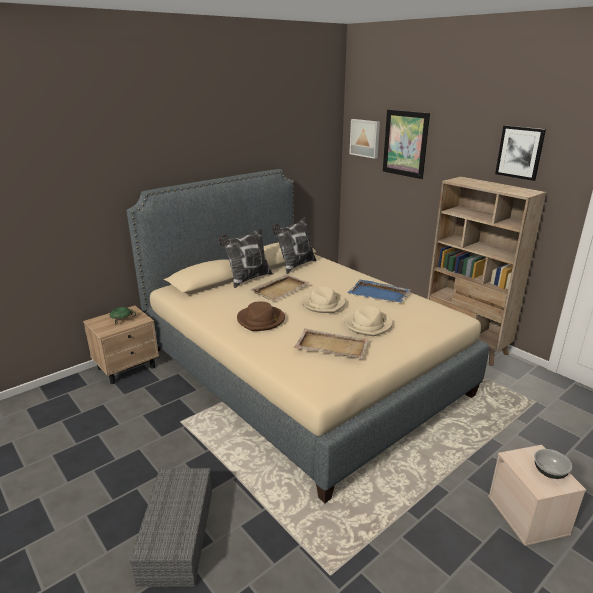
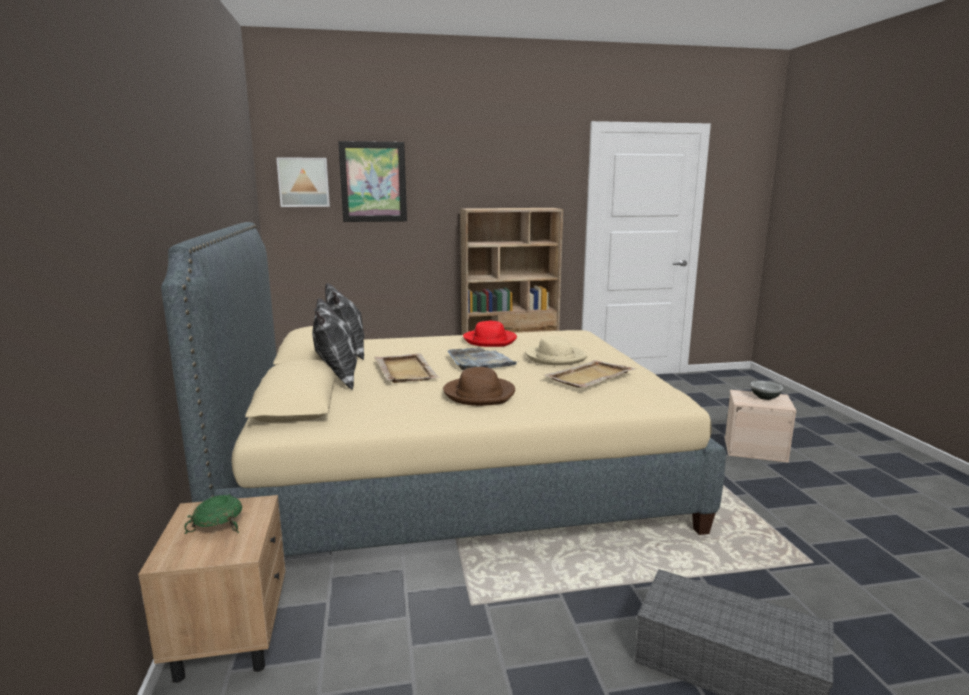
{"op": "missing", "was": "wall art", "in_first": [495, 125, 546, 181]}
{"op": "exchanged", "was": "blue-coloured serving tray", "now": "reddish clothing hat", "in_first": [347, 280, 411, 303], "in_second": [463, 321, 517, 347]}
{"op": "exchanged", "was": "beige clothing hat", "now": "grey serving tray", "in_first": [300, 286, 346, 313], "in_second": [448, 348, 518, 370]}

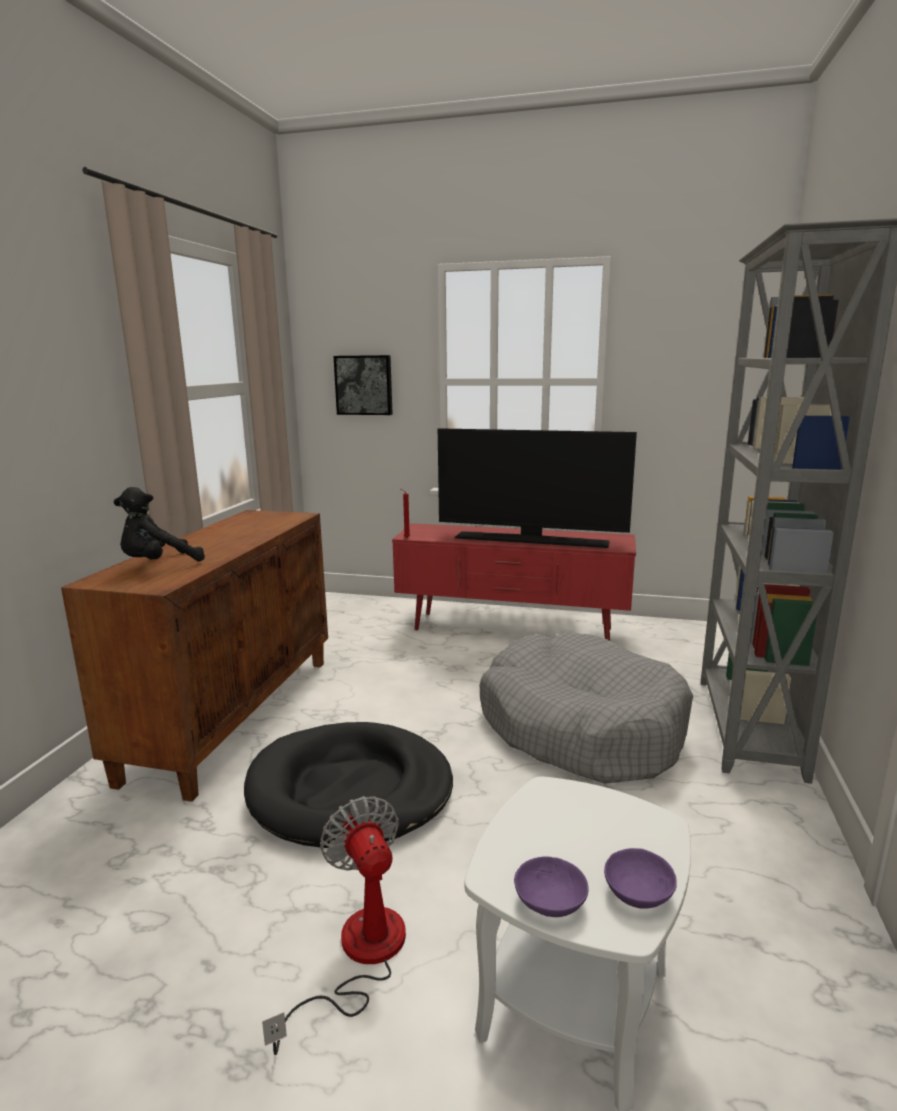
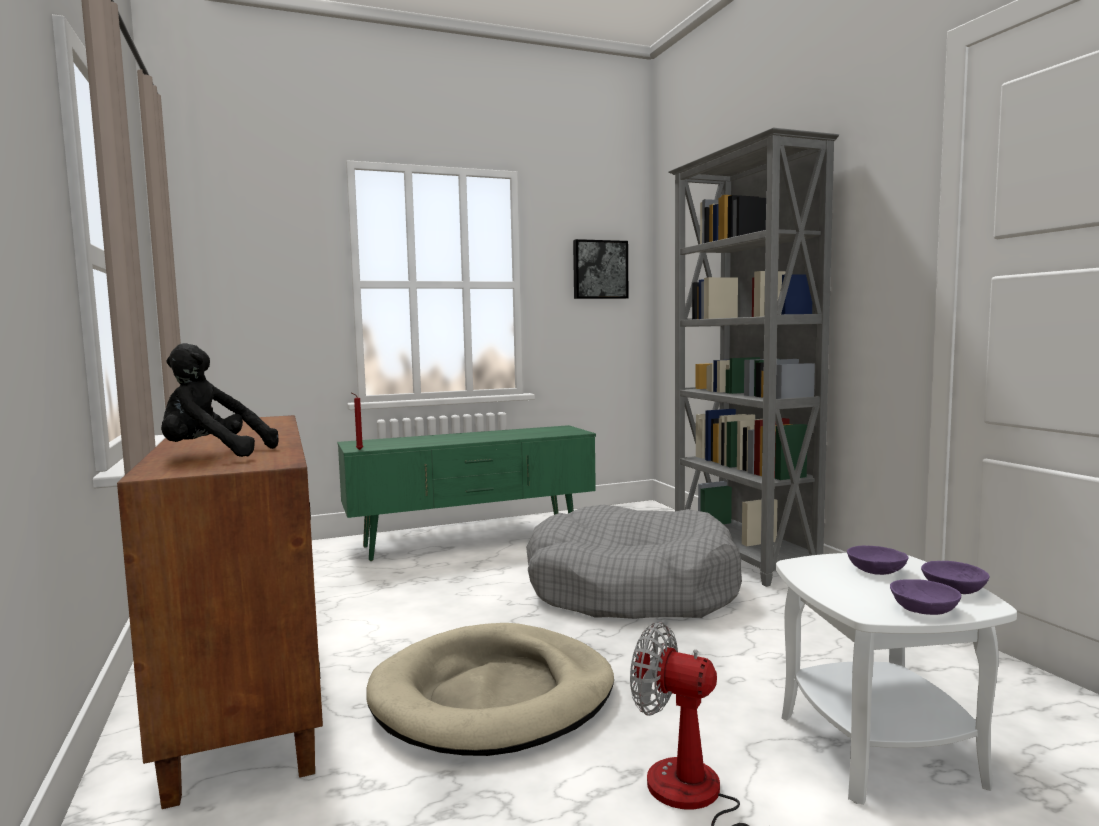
{"op": "relocated", "was": "wall art", "in_first": [333, 355, 393, 415], "in_second": [573, 239, 628, 299]}
{"op": "missing", "was": "TV", "in_first": [438, 428, 637, 548]}
{"op": "spun", "was": "black plush toy", "in_first": [114, 487, 205, 561], "in_second": [161, 343, 279, 457], "clockwise": 75}
{"op": "colour", "was": "reddish tv unit", "now": "green tv unit", "in_first": [392, 523, 636, 641], "in_second": [337, 425, 596, 561]}
{"op": "colour", "was": "black dog bed", "now": "beige dog bed", "in_first": [244, 722, 453, 848], "in_second": [367, 623, 614, 756]}
{"op": "appeared", "now": "purple bowl", "in_second": [847, 546, 908, 575]}

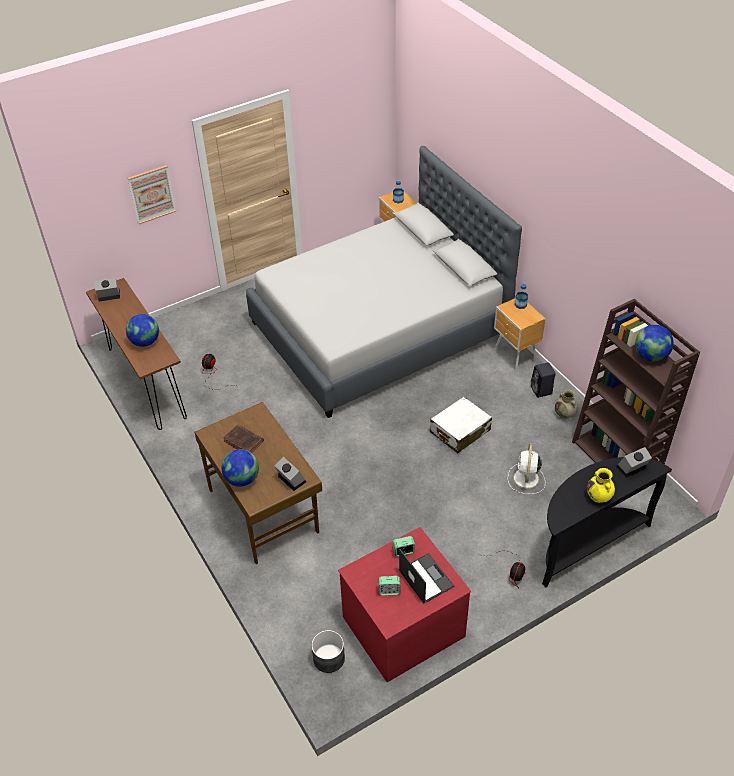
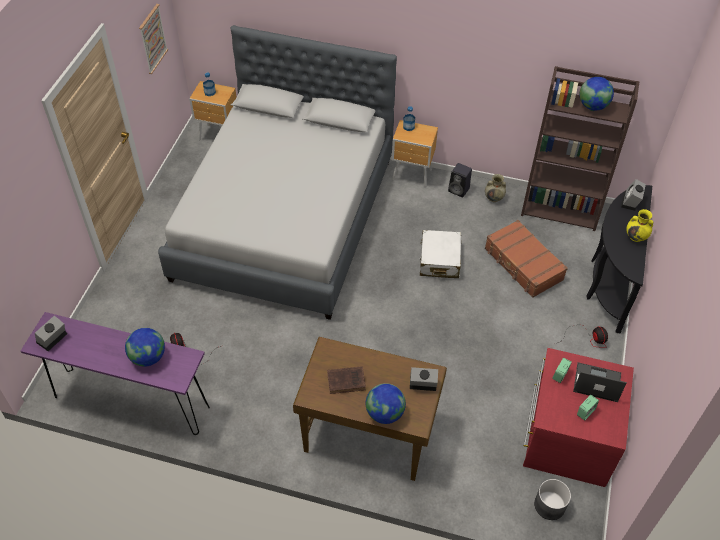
{"op": "relocated", "was": "wall art", "in_first": [128, 165, 176, 224], "in_second": [139, 4, 168, 74]}
{"op": "colour", "was": "brownish console table", "now": "purple console table", "in_first": [86, 278, 187, 430], "in_second": [21, 312, 210, 435]}
{"op": "exchanged", "was": "whitish fan", "now": "brownish travel case", "in_first": [508, 443, 545, 494], "in_second": [485, 220, 568, 298]}

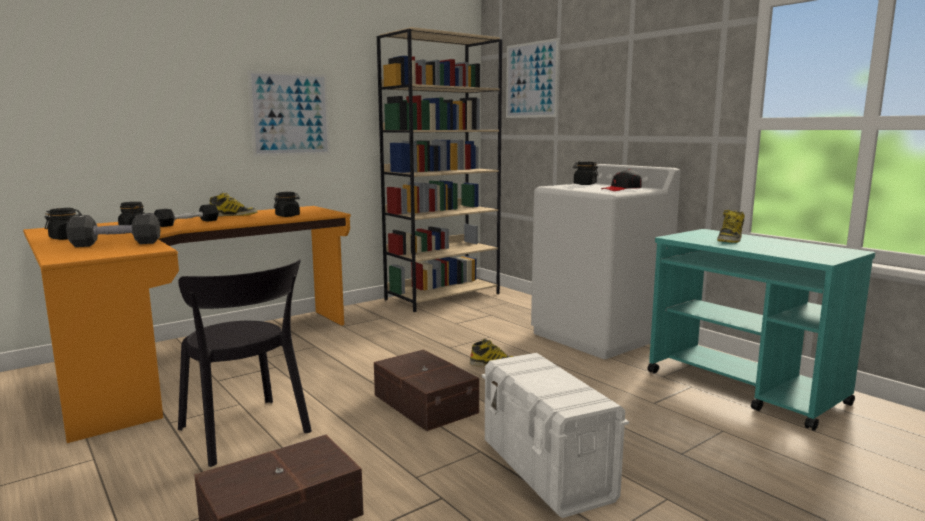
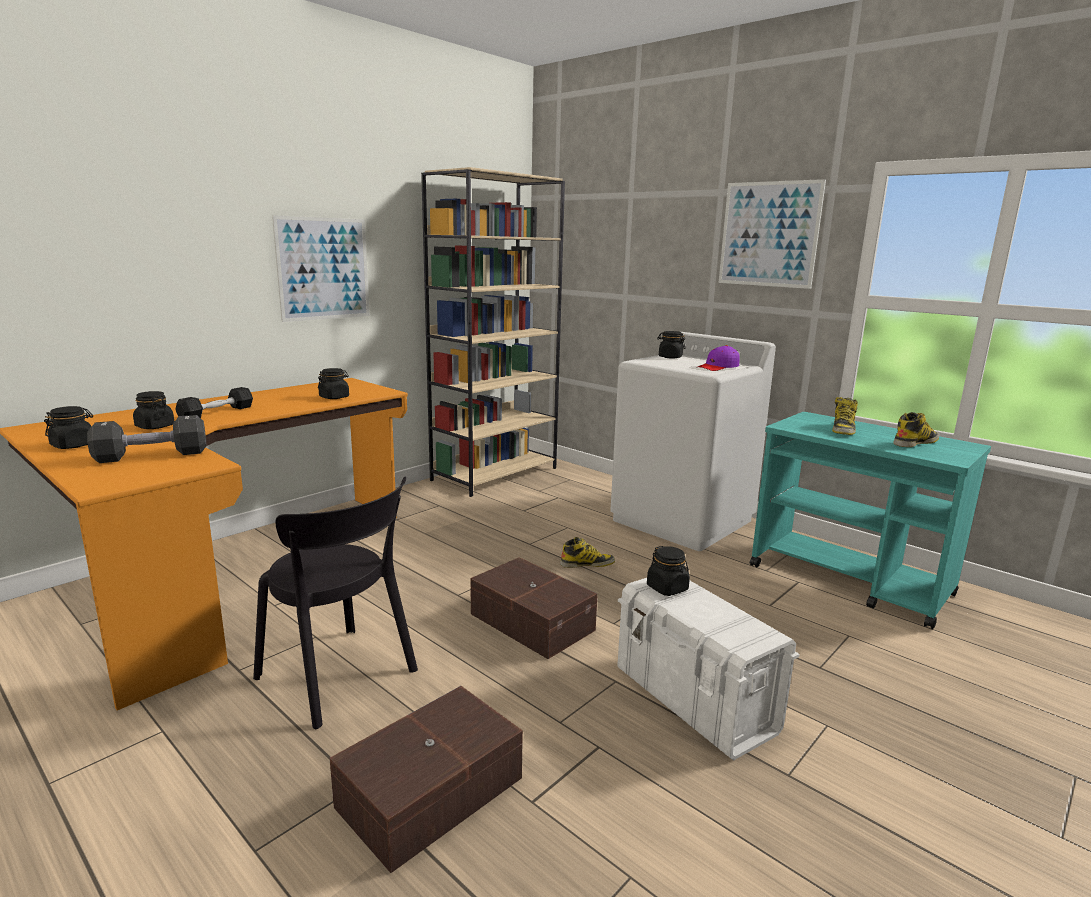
{"op": "relocated", "was": "wall art", "in_first": [506, 38, 559, 118], "in_second": [719, 179, 826, 289]}
{"op": "colour", "was": "black baseball cap", "now": "purple baseball cap", "in_first": [601, 169, 642, 191], "in_second": [698, 345, 740, 371]}
{"op": "relocated", "was": "high-top boot", "in_first": [210, 193, 258, 217], "in_second": [893, 412, 939, 447]}
{"op": "appeared", "now": "black storage jar", "in_second": [647, 546, 690, 596]}

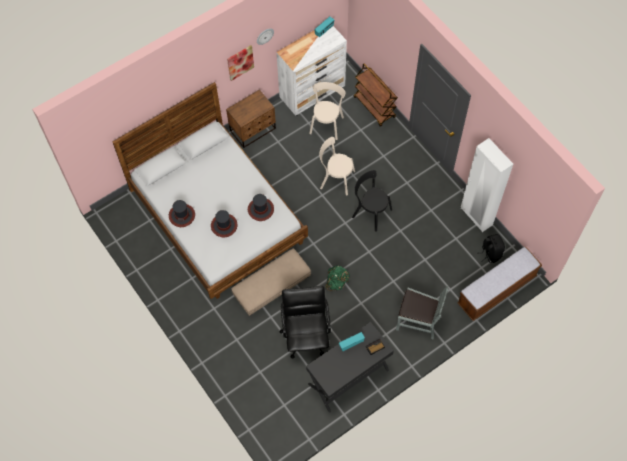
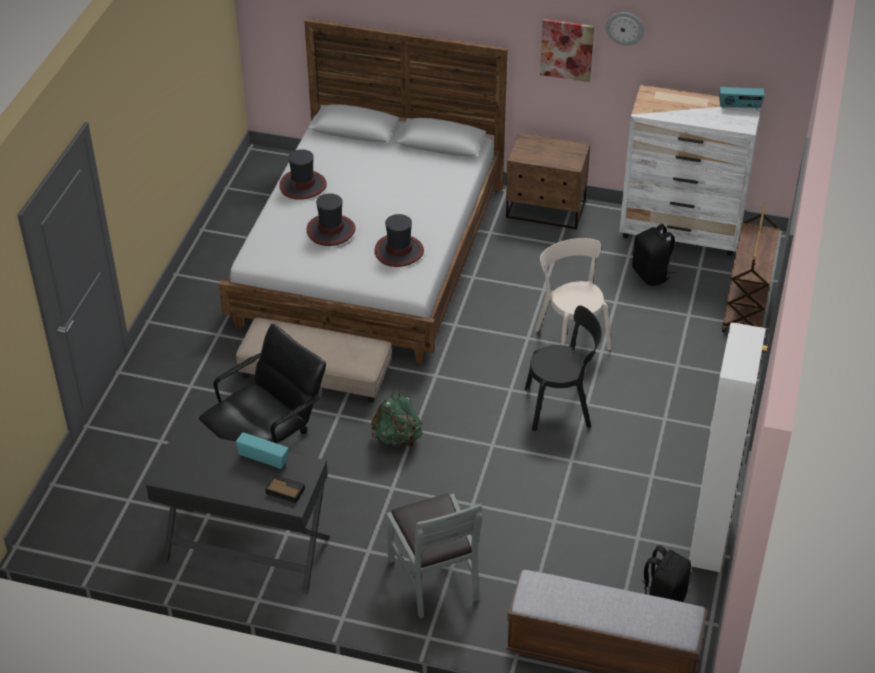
{"op": "exchanged", "was": "beige plain chair", "now": "black backpack", "in_first": [309, 82, 345, 140], "in_second": [632, 224, 676, 286]}
{"op": "spun", "was": "black plain chair", "in_first": [352, 170, 392, 232], "in_second": [525, 305, 602, 431], "clockwise": 90}

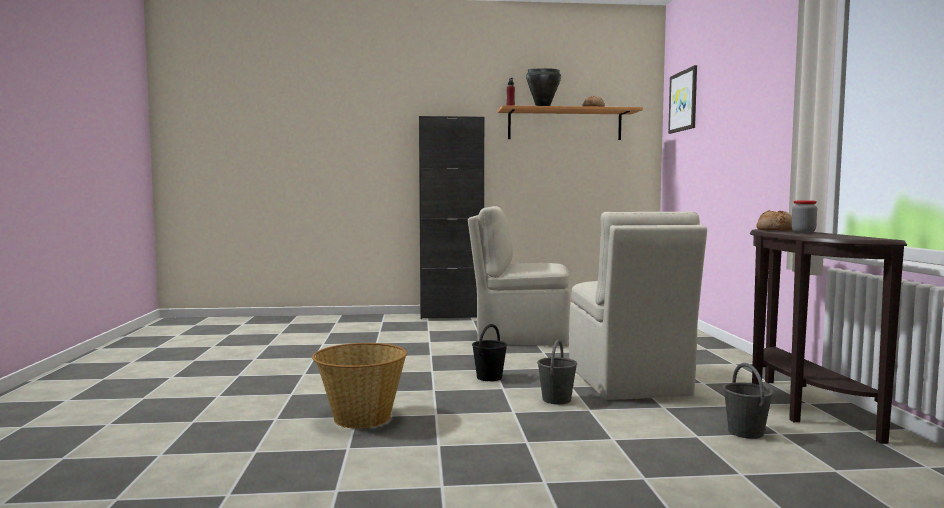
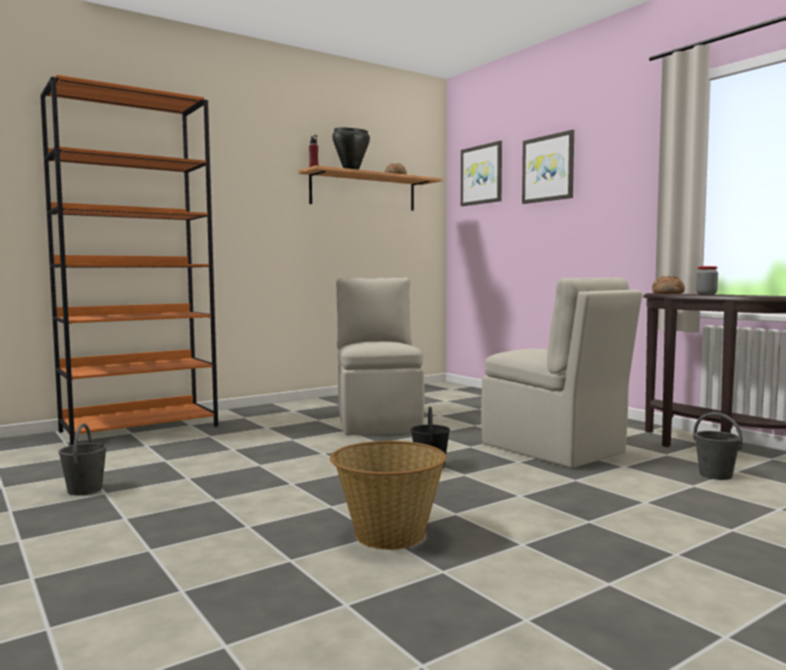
{"op": "missing", "was": "black cabinet", "in_first": [419, 116, 484, 319]}
{"op": "spun", "was": "beige plain chair", "in_first": [468, 206, 570, 346], "in_second": [336, 278, 424, 435], "clockwise": 105}
{"op": "relocated", "was": "grey water bucket", "in_first": [537, 340, 577, 404], "in_second": [58, 423, 107, 495]}
{"op": "appeared", "now": "orange bookshelf", "in_second": [40, 75, 218, 446]}
{"op": "appeared", "now": "wall art", "in_second": [522, 130, 574, 204]}

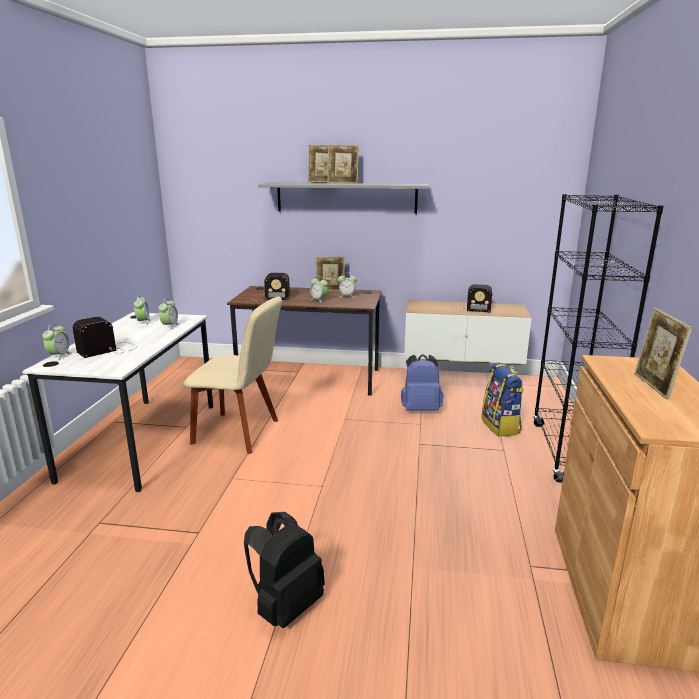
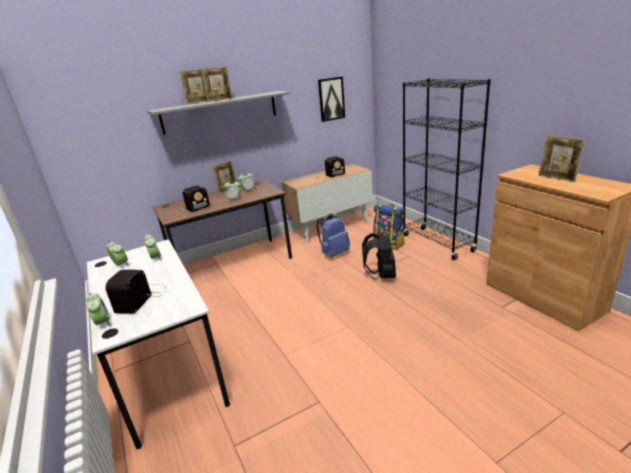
{"op": "missing", "was": "beige plain chair", "in_first": [183, 296, 282, 454]}
{"op": "relocated", "was": "black backpack", "in_first": [244, 512, 325, 628], "in_second": [362, 233, 396, 279]}
{"op": "appeared", "now": "wall art", "in_second": [318, 76, 345, 122]}

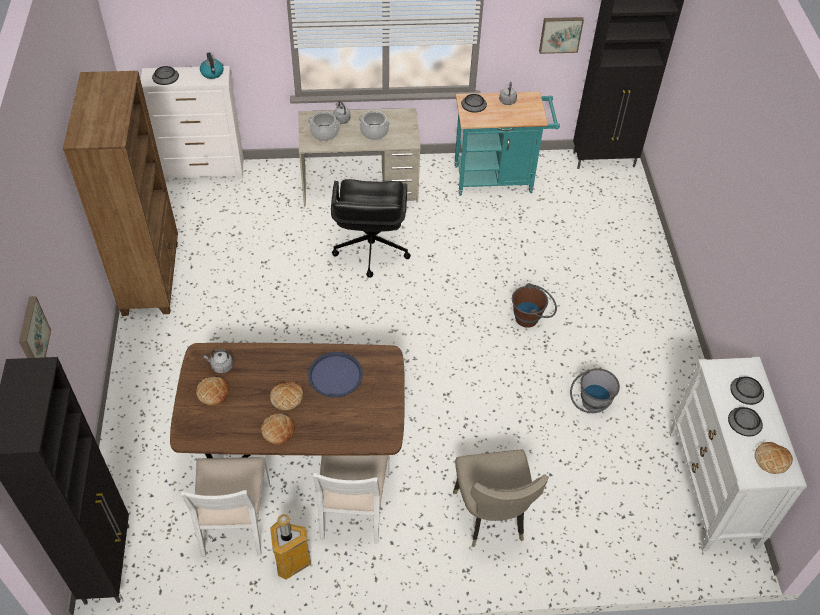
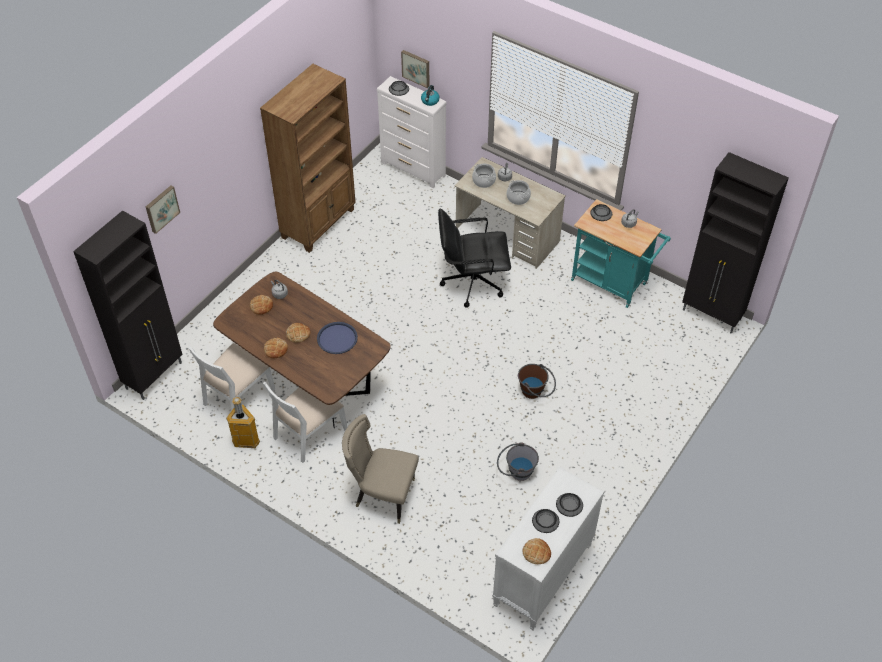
{"op": "relocated", "was": "wall art", "in_first": [539, 17, 584, 54], "in_second": [401, 50, 429, 88]}
{"op": "spun", "was": "black desk chair", "in_first": [331, 179, 411, 278], "in_second": [438, 209, 511, 308], "clockwise": 45}
{"op": "spun", "was": "beige plain chair", "in_first": [453, 450, 549, 547], "in_second": [342, 414, 419, 524], "clockwise": 75}

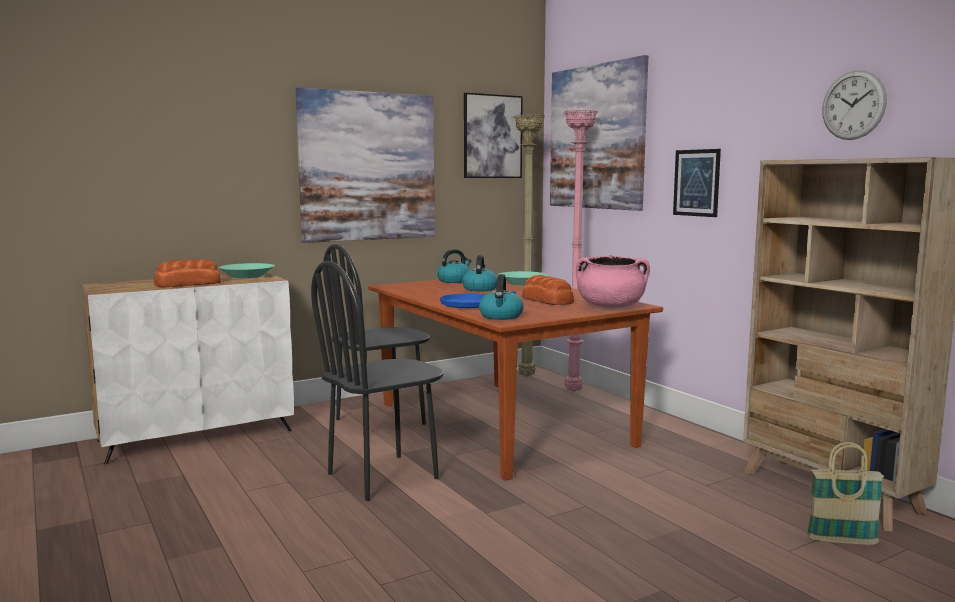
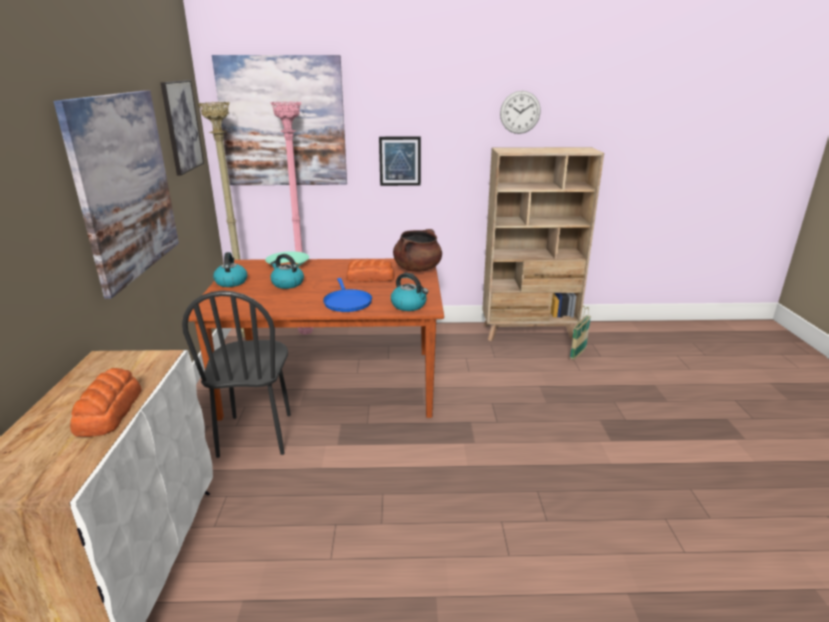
{"op": "colour", "was": "pink-coloured cooking pot", "now": "brownish cooking pot", "in_first": [576, 256, 650, 308], "in_second": [393, 229, 442, 272]}
{"op": "missing", "was": "black plain chair", "in_first": [311, 261, 443, 501]}
{"op": "missing", "was": "turquoise bowl", "in_first": [218, 263, 275, 278]}

